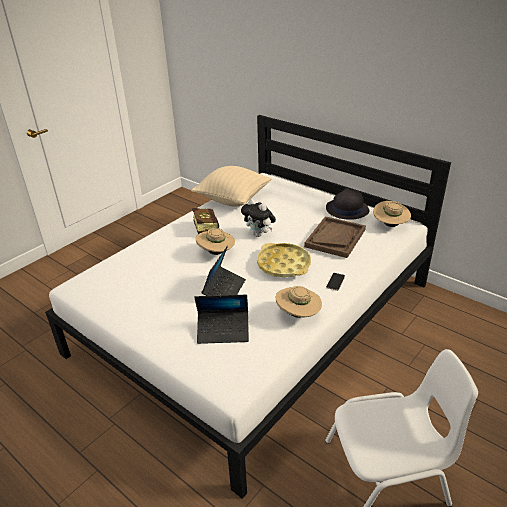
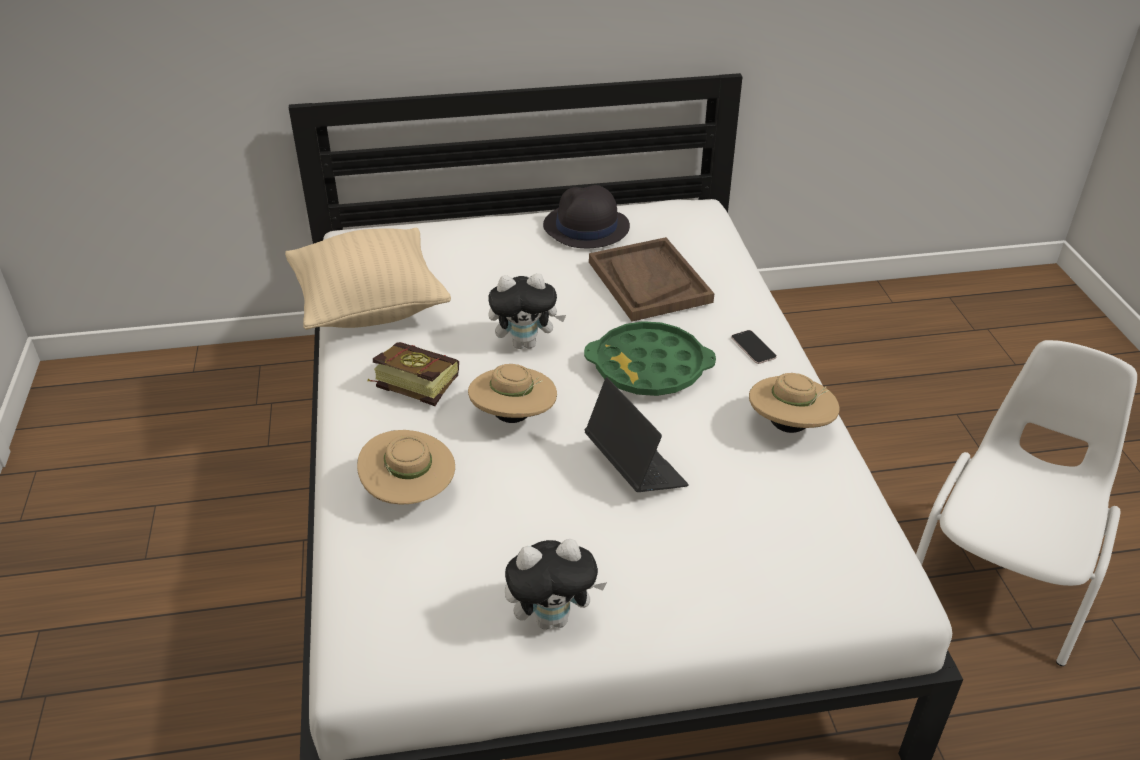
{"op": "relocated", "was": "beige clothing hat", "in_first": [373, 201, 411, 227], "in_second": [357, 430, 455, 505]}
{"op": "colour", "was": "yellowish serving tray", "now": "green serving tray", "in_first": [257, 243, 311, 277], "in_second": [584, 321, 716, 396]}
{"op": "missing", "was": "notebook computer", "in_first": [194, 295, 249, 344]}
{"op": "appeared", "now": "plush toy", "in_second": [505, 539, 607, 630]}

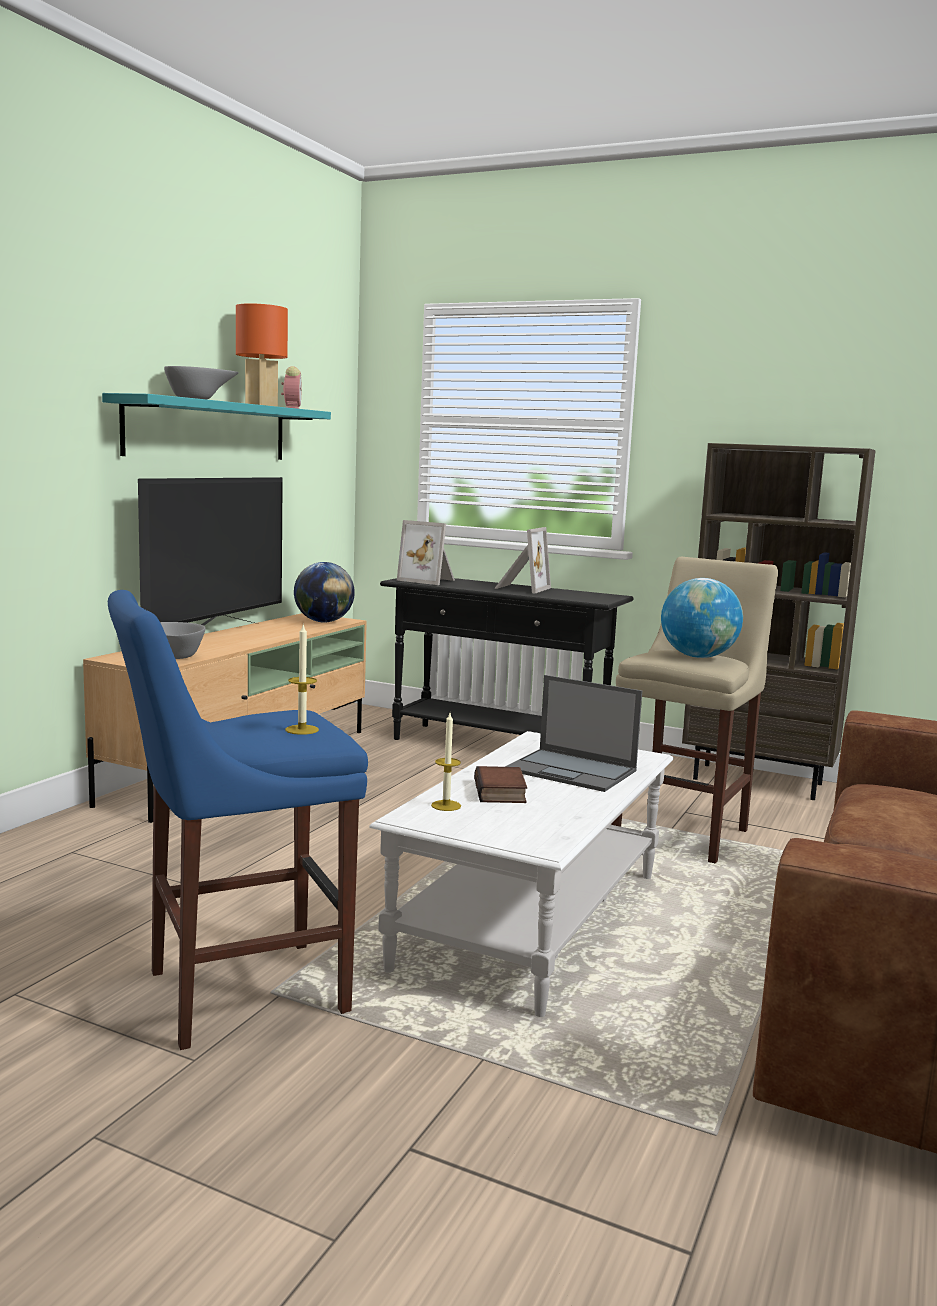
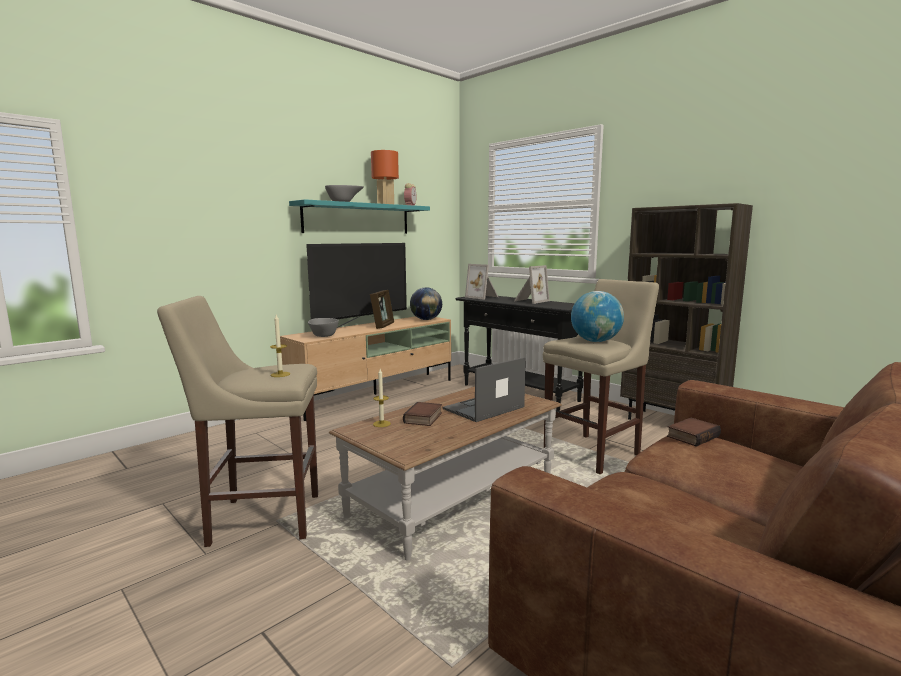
{"op": "colour", "was": "blue-coloured stool seat", "now": "beige stool seat", "in_first": [108, 590, 368, 1050], "in_second": [157, 296, 318, 547]}
{"op": "spun", "was": "notebook computer", "in_first": [505, 675, 642, 792], "in_second": [443, 357, 526, 422], "clockwise": 90}
{"op": "colour", "was": "whitish lounge table", "now": "brownish lounge table", "in_first": [369, 731, 674, 1017], "in_second": [329, 386, 562, 561]}
{"op": "appeared", "now": "picture frame", "in_second": [370, 290, 394, 329]}
{"op": "appeared", "now": "volume", "in_second": [667, 418, 721, 447]}

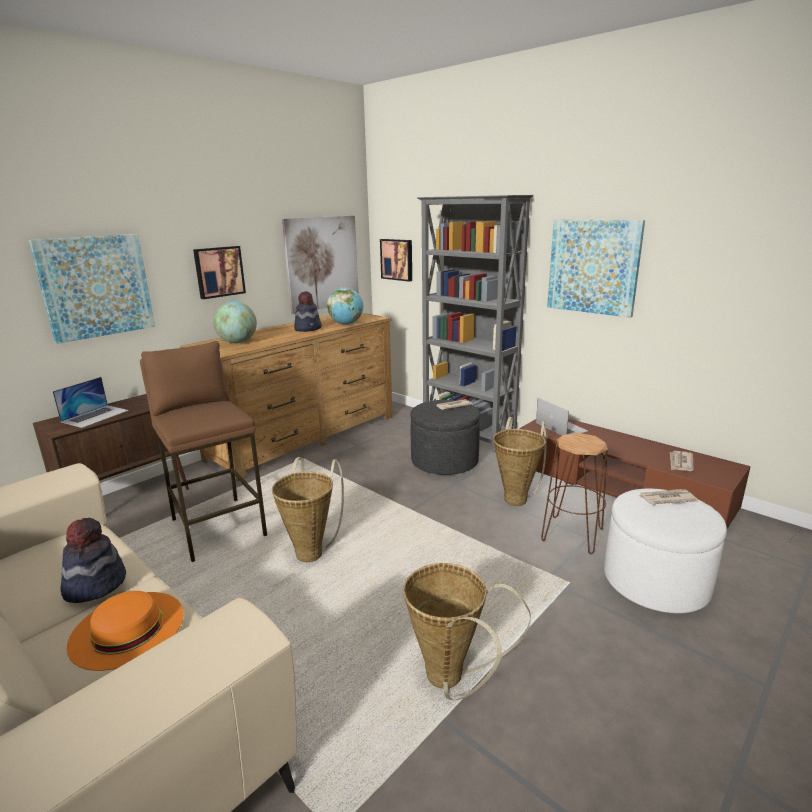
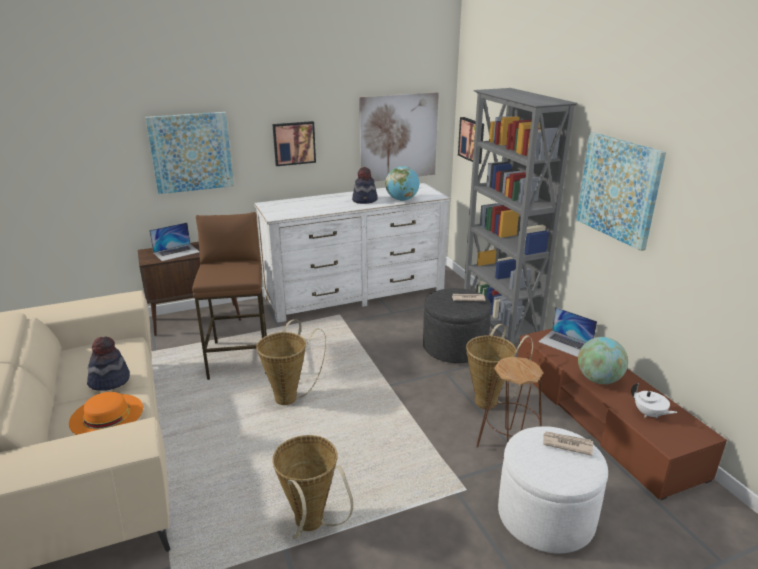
{"op": "relocated", "was": "world globe", "in_first": [213, 301, 257, 343], "in_second": [578, 337, 628, 384]}
{"op": "colour", "was": "brownish chest of drawers", "now": "whitish chest of drawers", "in_first": [180, 313, 392, 482], "in_second": [254, 183, 451, 323]}
{"op": "spun", "was": "notebook computer", "in_first": [536, 398, 588, 435], "in_second": [538, 307, 597, 357], "clockwise": 135}
{"op": "exchanged", "was": "printed paper", "now": "whitish teapot", "in_first": [670, 451, 694, 471], "in_second": [631, 383, 677, 418]}

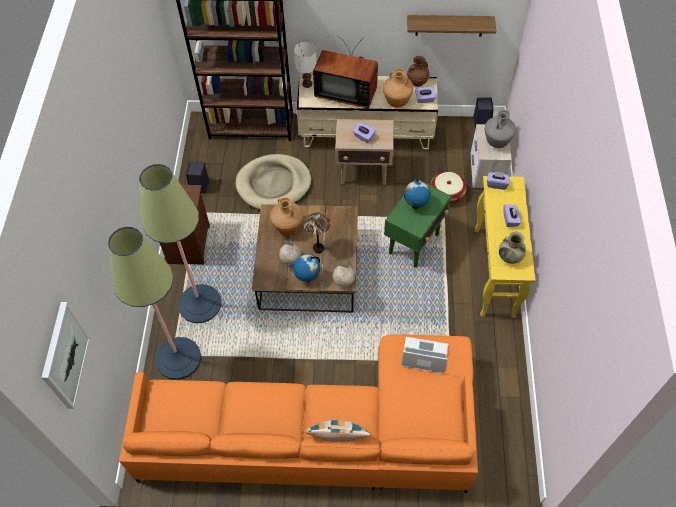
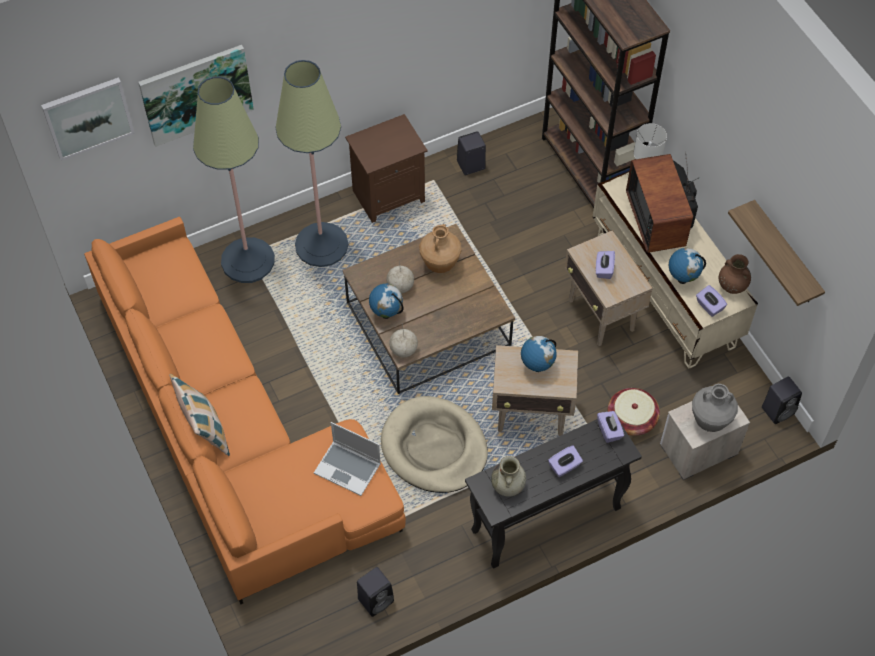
{"op": "exchanged", "was": "brownish vase", "now": "world globe", "in_first": [383, 68, 414, 108], "in_second": [669, 248, 706, 284]}
{"op": "relocated", "was": "beige dog bed", "in_first": [236, 154, 312, 210], "in_second": [381, 396, 488, 493]}
{"op": "colour", "was": "yellowish console table", "now": "black console table", "in_first": [475, 176, 535, 318], "in_second": [465, 419, 642, 569]}
{"op": "colour", "was": "green end table", "now": "beige end table", "in_first": [384, 179, 451, 268], "in_second": [492, 345, 578, 436]}
{"op": "missing", "was": "lamp for a table", "in_first": [304, 213, 330, 253]}
{"op": "spun", "was": "notebook computer", "in_first": [401, 337, 448, 374], "in_second": [314, 422, 381, 496], "clockwise": 135}
{"op": "appeared", "now": "wall art", "in_second": [138, 45, 254, 147]}
{"op": "appeared", "now": "black audio speaker", "in_second": [357, 567, 394, 617]}

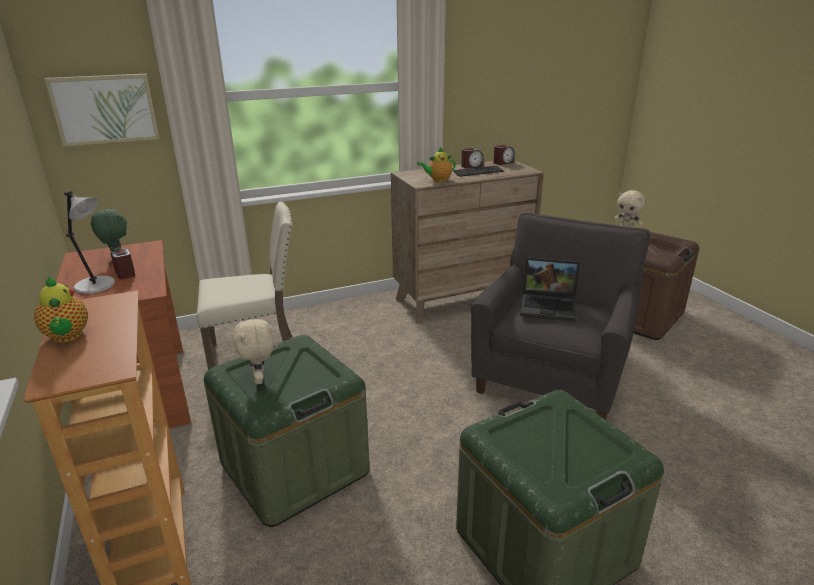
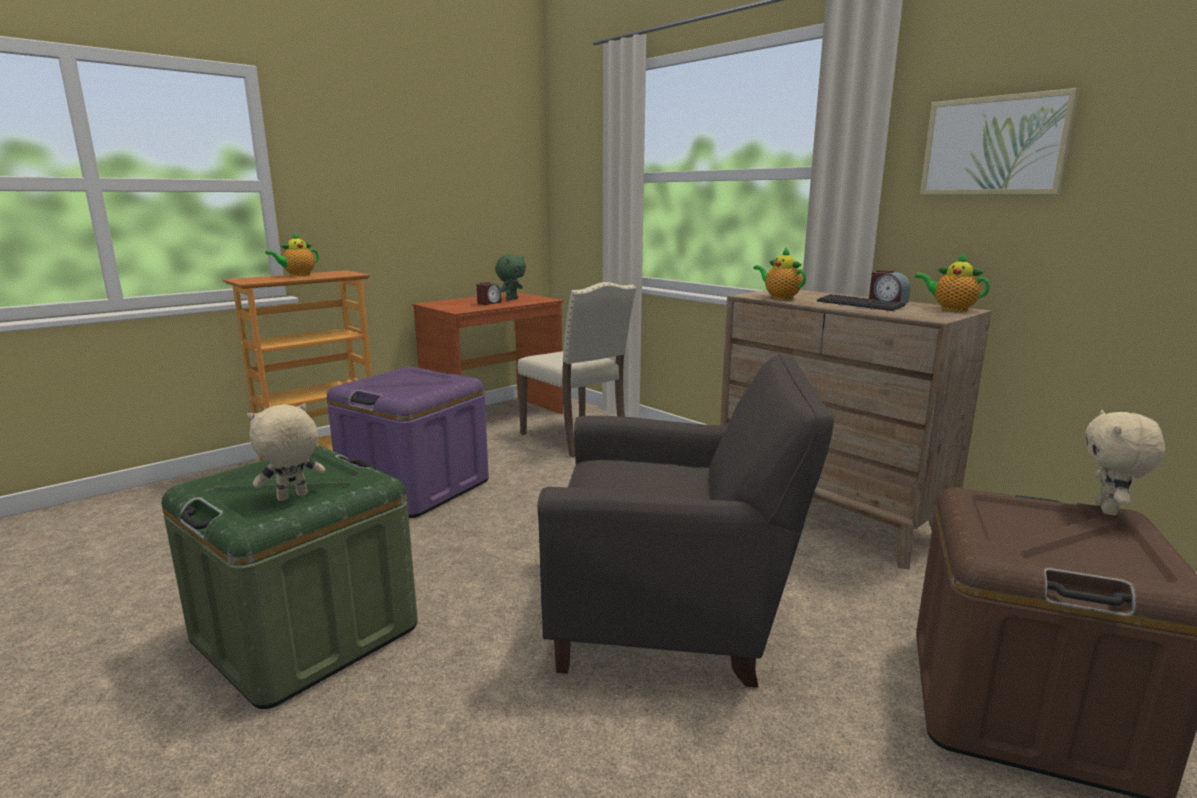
{"op": "relocated", "was": "wall art", "in_first": [44, 74, 160, 147], "in_second": [920, 88, 1079, 195]}
{"op": "exchanged", "was": "table clock", "now": "teapot", "in_first": [493, 144, 515, 165], "in_second": [915, 254, 990, 311]}
{"op": "missing", "was": "grey lamp for a table", "in_first": [64, 191, 115, 294]}
{"op": "missing", "was": "notebook computer", "in_first": [520, 257, 580, 322]}
{"op": "relocated", "was": "beige plush toy", "in_first": [232, 319, 274, 384], "in_second": [247, 403, 325, 501]}
{"op": "colour", "was": "green storage container", "now": "purple storage container", "in_first": [204, 335, 370, 527], "in_second": [327, 366, 489, 518]}

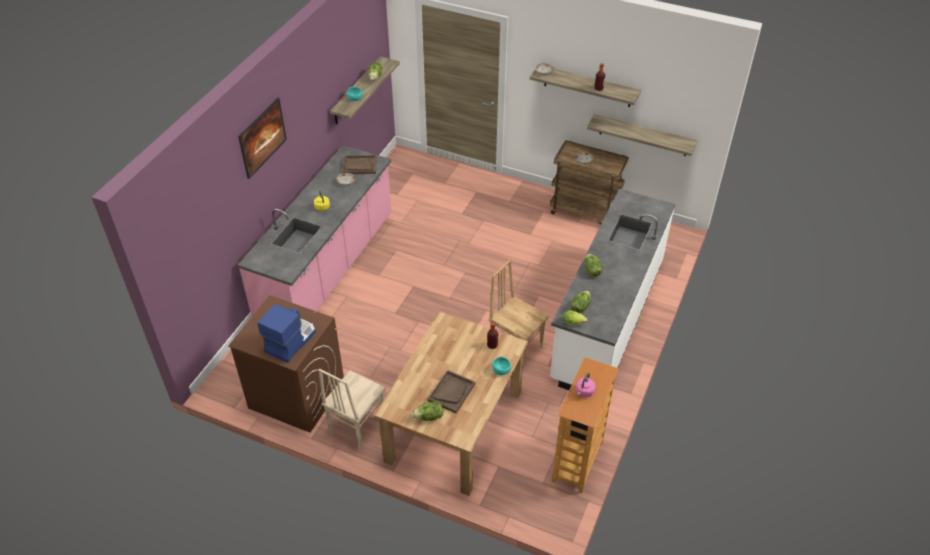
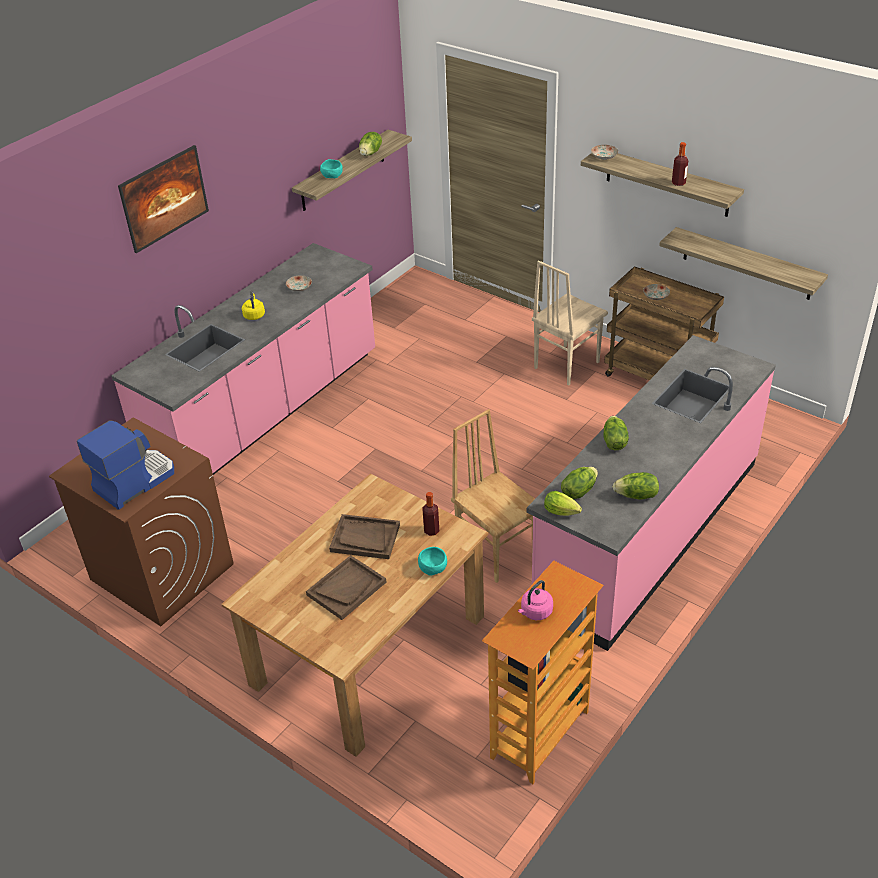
{"op": "relocated", "was": "brownish serving tray", "in_first": [343, 155, 377, 174], "in_second": [329, 514, 400, 559]}
{"op": "colour", "was": "whitish counter", "now": "pink-coloured counter", "in_first": [550, 189, 675, 390], "in_second": [527, 335, 776, 651]}
{"op": "relocated", "was": "beige plain chair", "in_first": [319, 369, 386, 450], "in_second": [532, 260, 608, 385]}
{"op": "relocated", "was": "lettuce", "in_first": [412, 402, 443, 421], "in_second": [613, 472, 659, 500]}

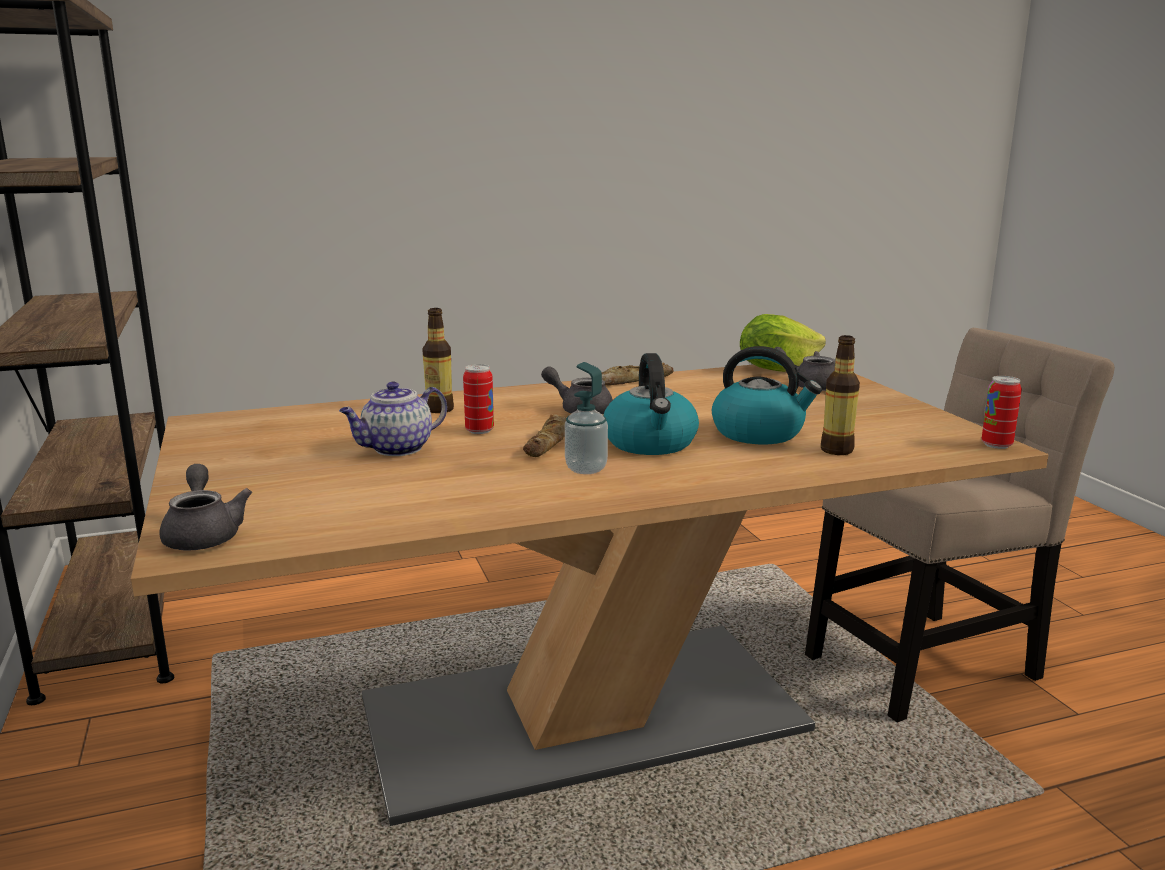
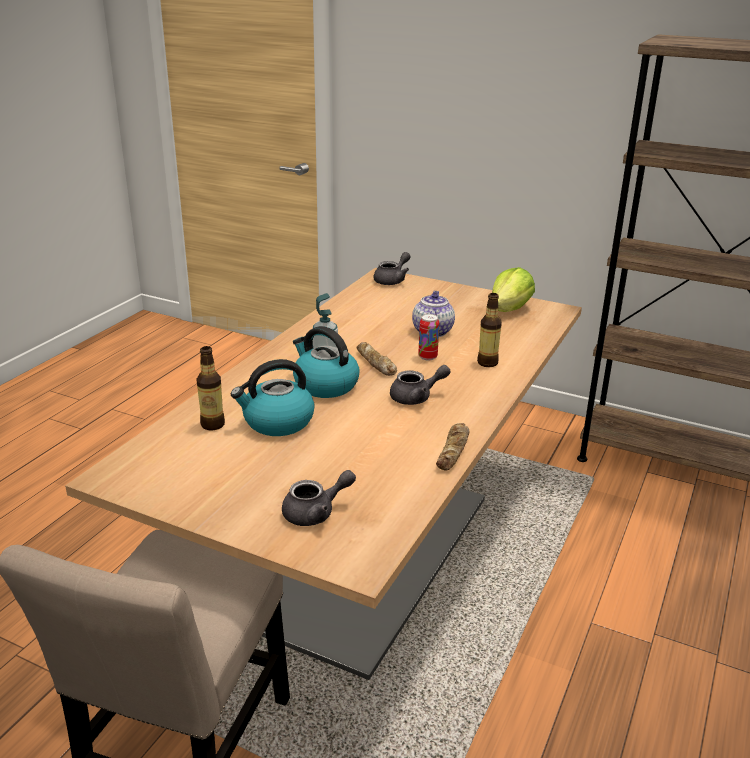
{"op": "relocated", "was": "lettuce", "in_first": [740, 314, 826, 372], "in_second": [492, 267, 535, 312]}
{"op": "missing", "was": "can", "in_first": [981, 376, 1022, 449]}
{"op": "spun", "was": "grey teapot", "in_first": [159, 464, 252, 550], "in_second": [373, 252, 411, 285], "clockwise": -75}

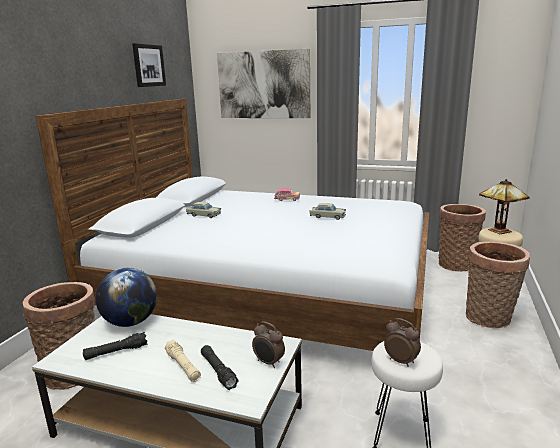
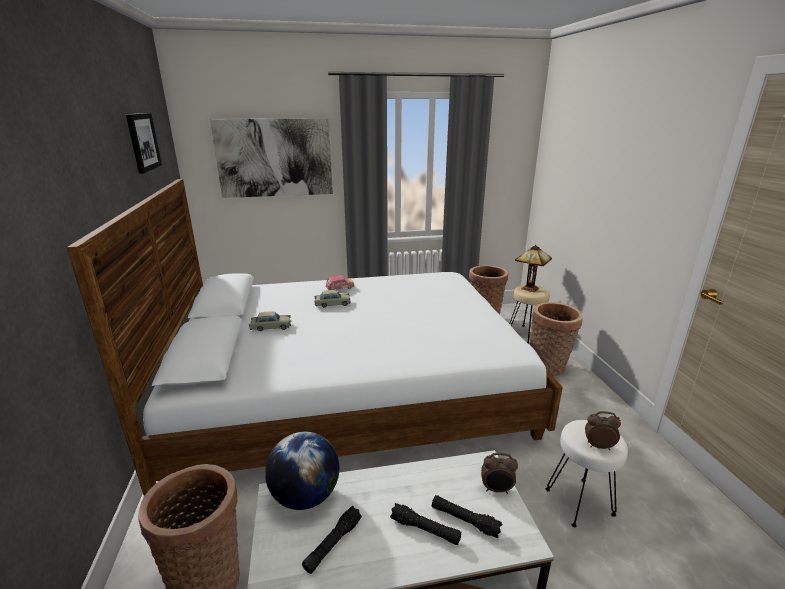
{"op": "relocated", "was": "beige miniature car", "in_first": [309, 203, 346, 220], "in_second": [314, 290, 351, 307]}
{"op": "colour", "was": "beige flashlight", "now": "black flashlight", "in_first": [165, 340, 201, 382], "in_second": [390, 503, 461, 545]}

